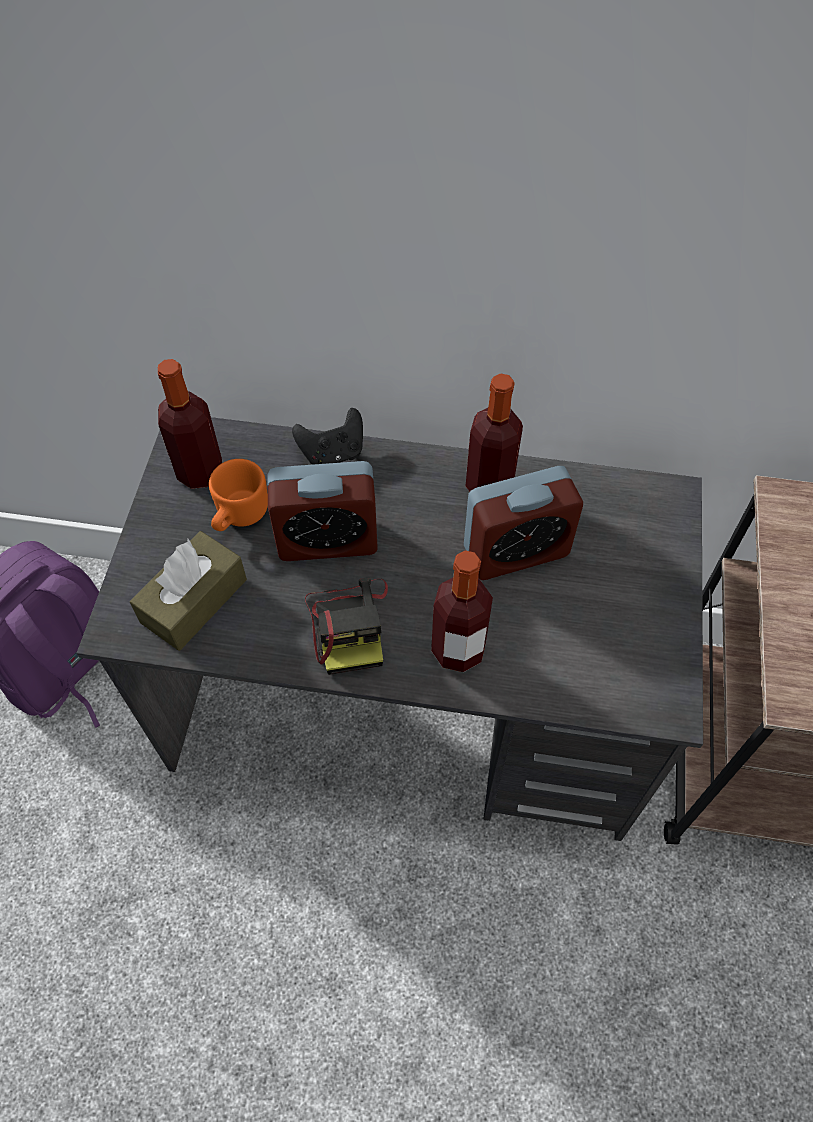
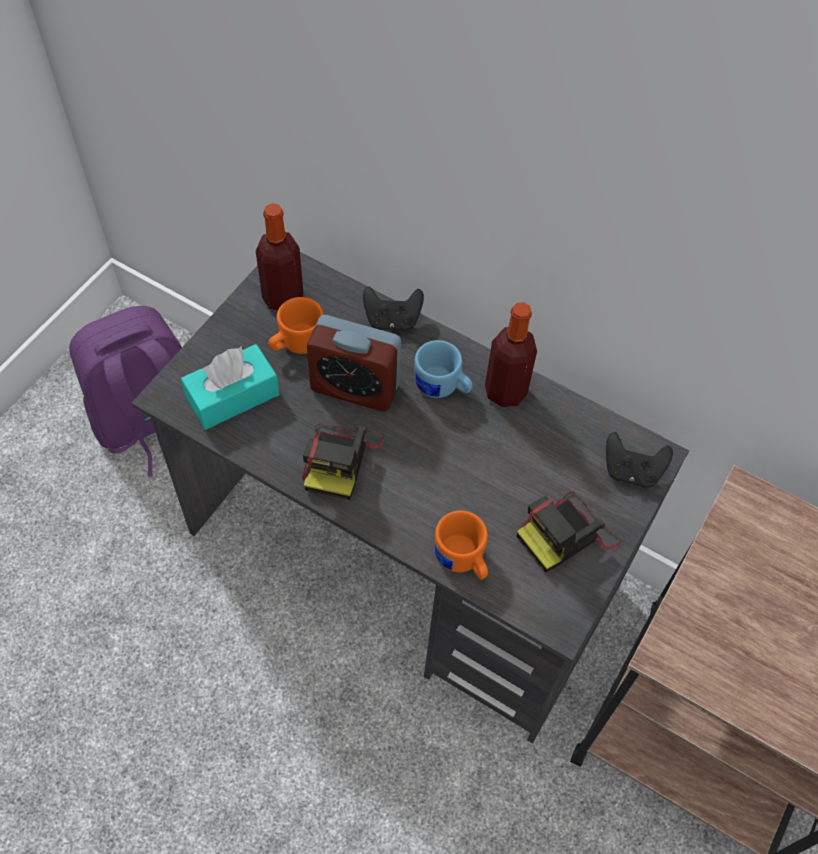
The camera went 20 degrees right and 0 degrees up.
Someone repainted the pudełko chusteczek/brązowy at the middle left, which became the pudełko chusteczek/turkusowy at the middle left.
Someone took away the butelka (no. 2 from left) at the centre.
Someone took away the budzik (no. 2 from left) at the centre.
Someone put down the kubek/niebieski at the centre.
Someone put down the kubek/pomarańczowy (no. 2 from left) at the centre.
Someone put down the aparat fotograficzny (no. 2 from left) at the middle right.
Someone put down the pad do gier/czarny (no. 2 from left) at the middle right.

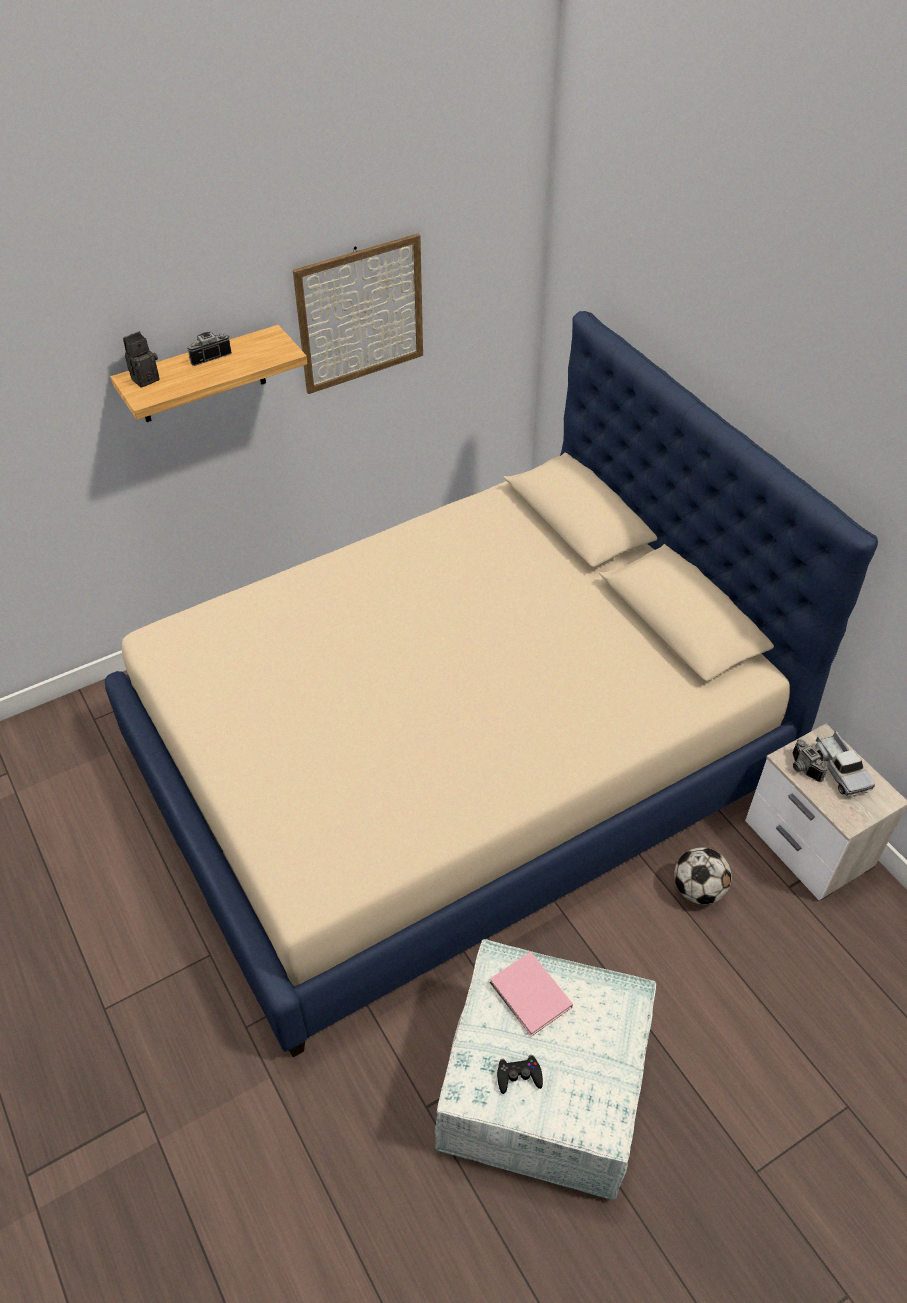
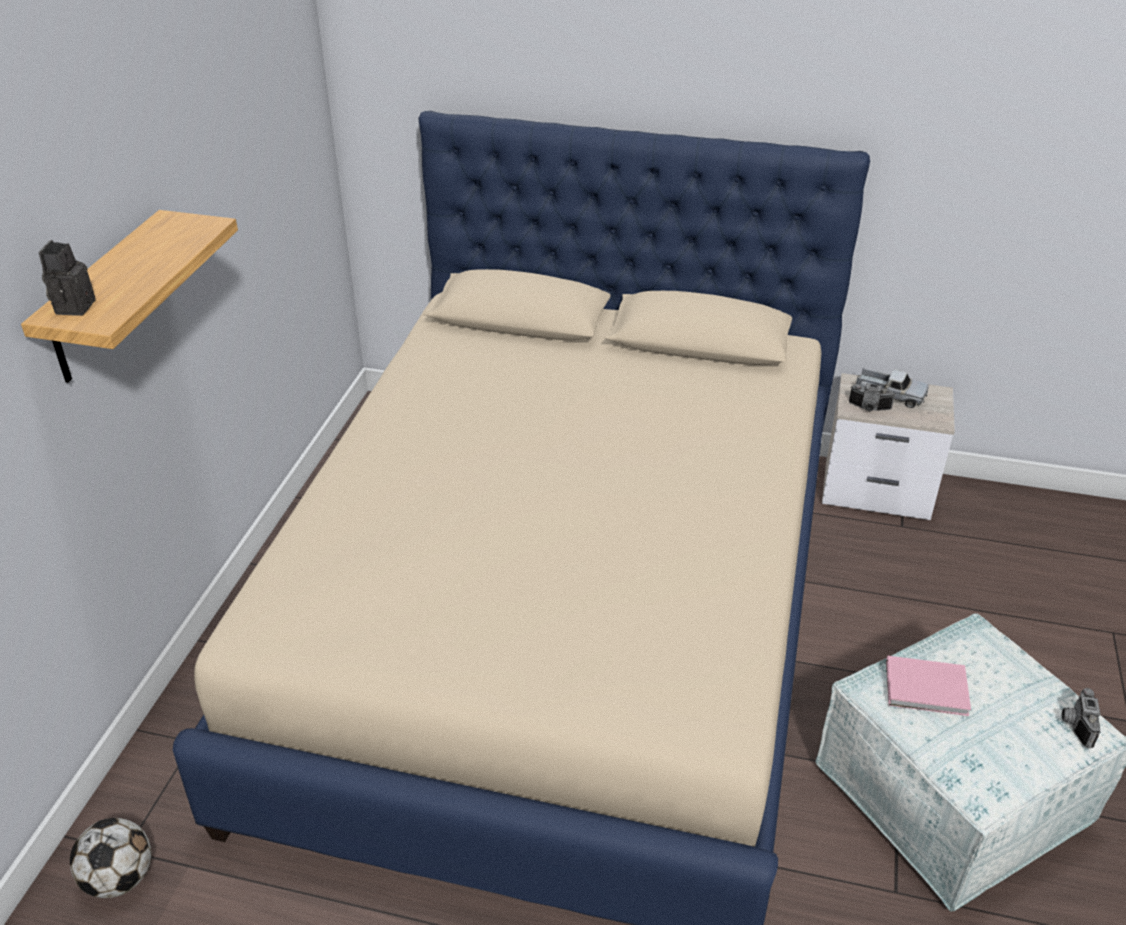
The camera went 45 degrees left and 10 degrees down.
Someone carried the aparat fotograficzny (no. 2 from left in the first image) from the top left to the bottom right.
Someone took away the obraz at the top centre.
Someone took away the pad do gier/czarny at the bottom centre.
Someone carried the piłka futbolowa from the bottom right to the bottom left.

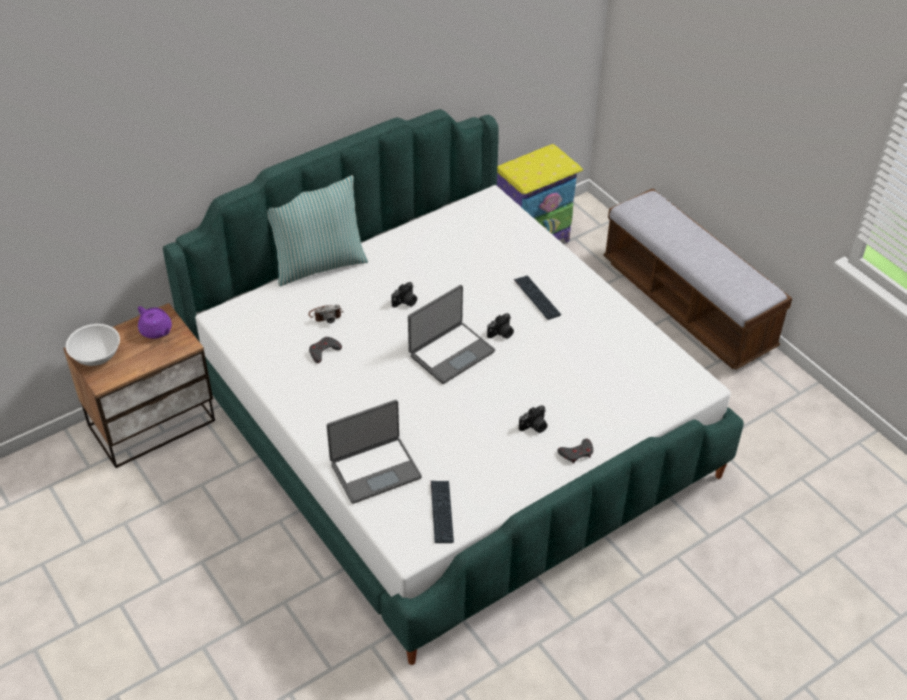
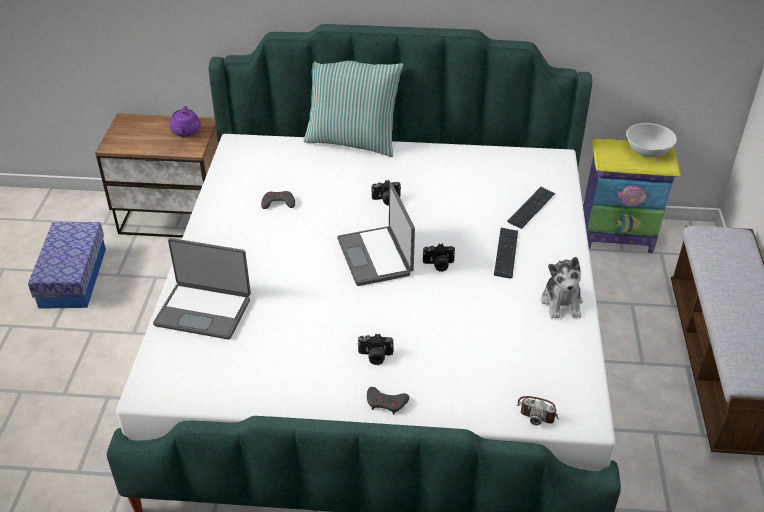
The camera went 40 degrees right and 5 degrees down.
Someone carried the miska/biały from the middle left to the top right.
Someone carried the aparat fotograficzny (no. 1 from left in the first image) from the centre to the bottom right.
Someone rotated the laptop (no. 2 from left) at the centre by 75 degrees clockwise.
Someone carried the klawiatura (no. 1 from left in the first image) from the bottom centre to the middle right.
Someone put down the pojemnik do przechowywania at the middle left.
Someone put down the pluszak at the middle right.

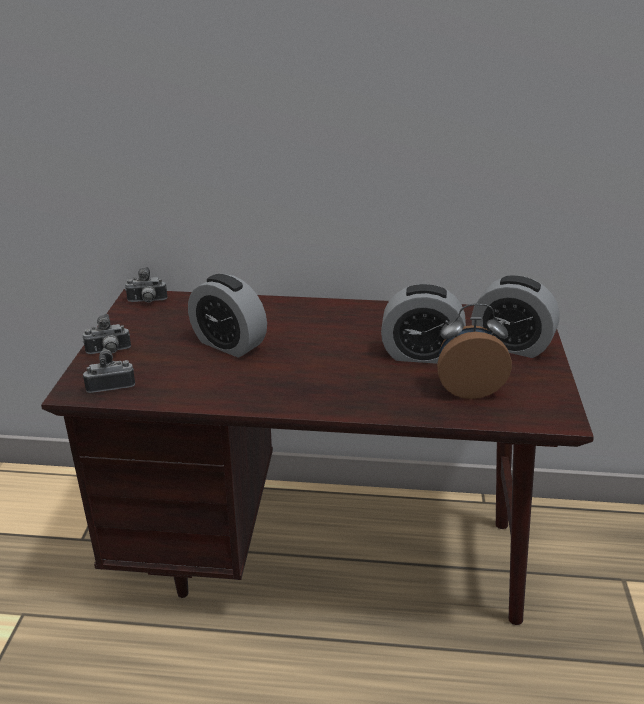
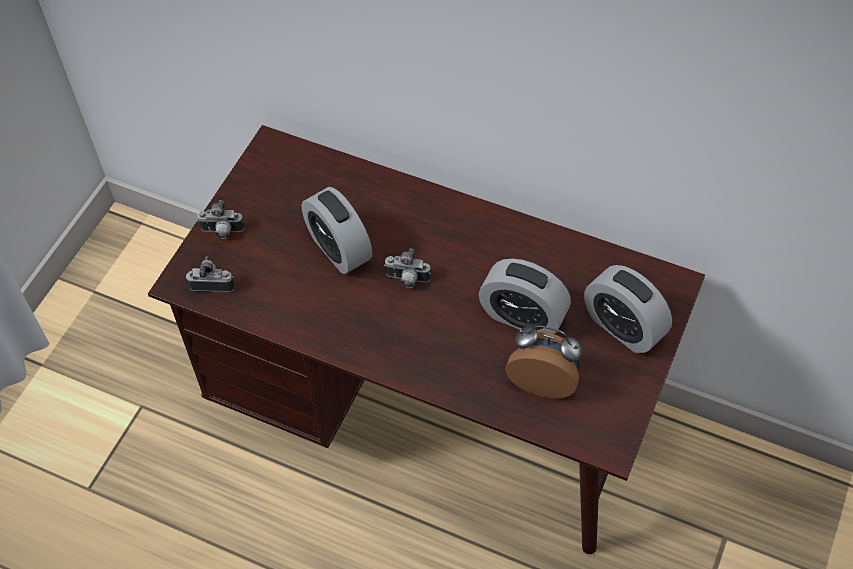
The camera went 20 degrees right and 25 degrees up.
Someone carried the aparat fotograficzny (no. 3 from left) from the middle left to the centre.

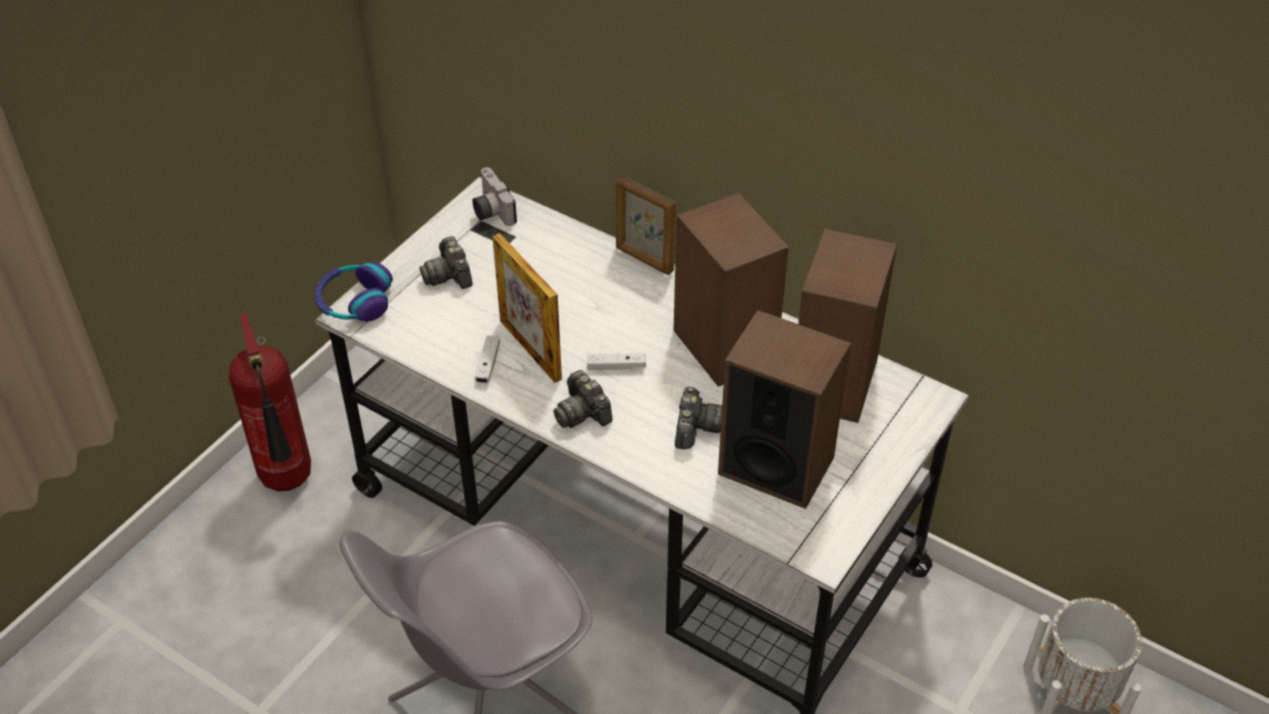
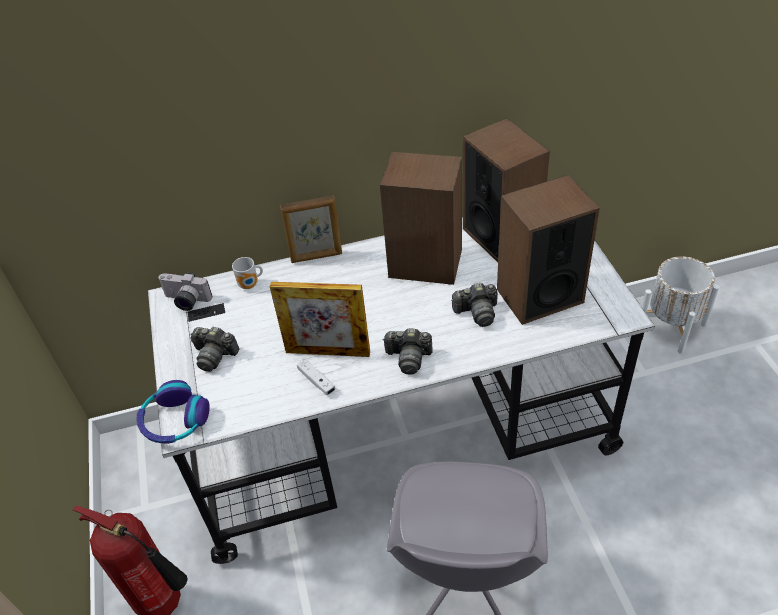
The camera went 45 degrees left and 0 degrees up.
Someone took away the pad do gier/biały (no. 2 from left) at the centre.
Someone rotated the aparat fotograficzny (no. 4 from left) at the centre by 120 degrees clockwise.
Someone put down the kubek at the middle left.

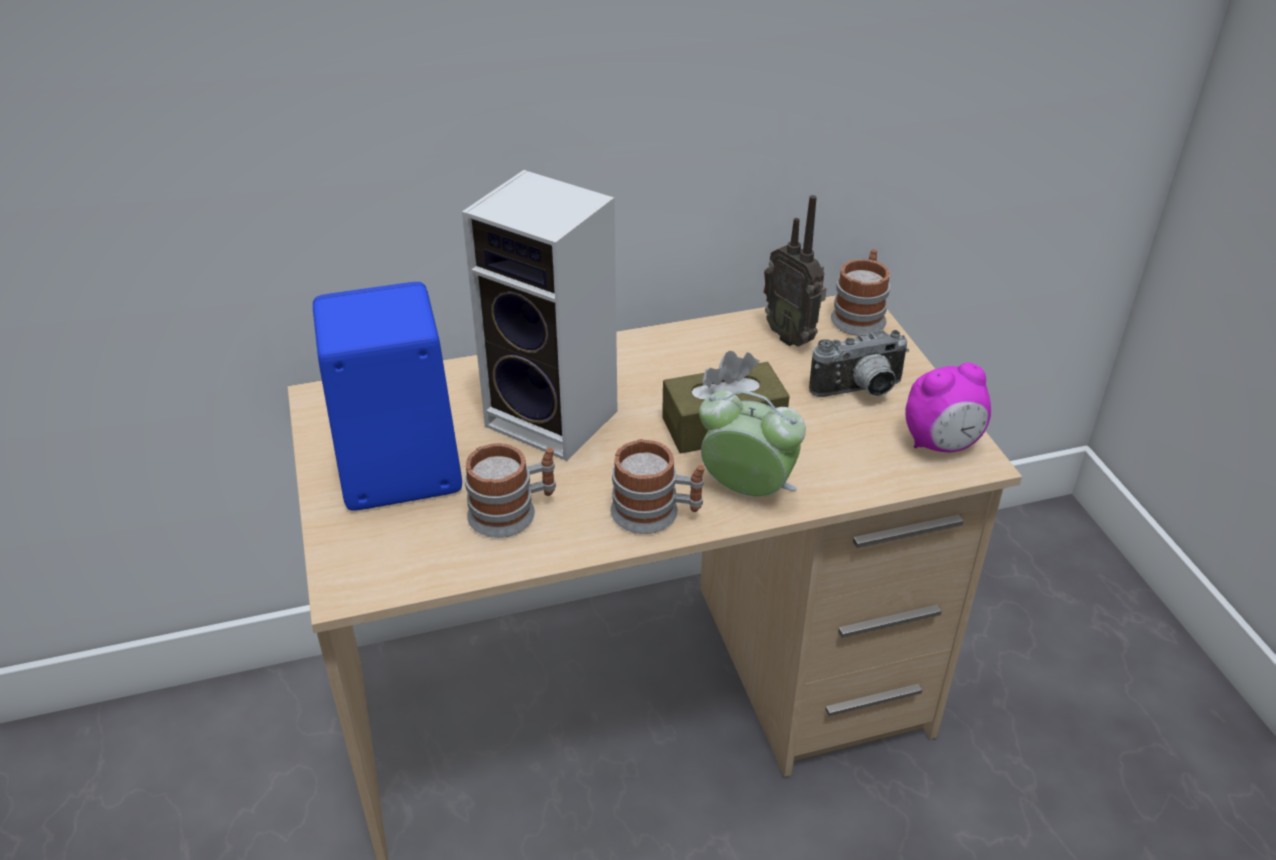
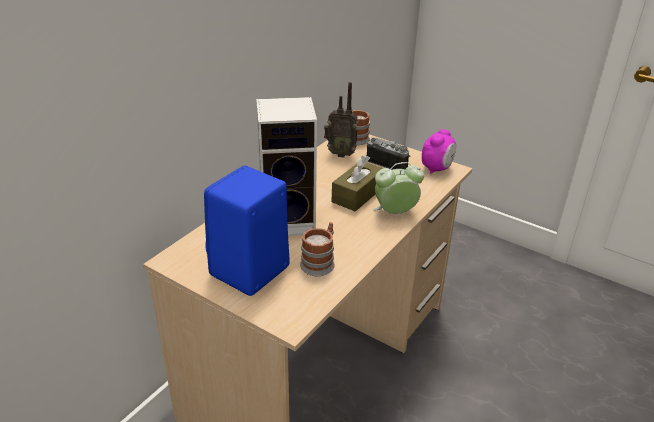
The camera went 40 degrees left and 5 degrees down.
Someone took away the kubek (no. 2 from left) at the centre.
Someone rotated the aparat fotograficzny at the middle right by 90 degrees counterclockwise.

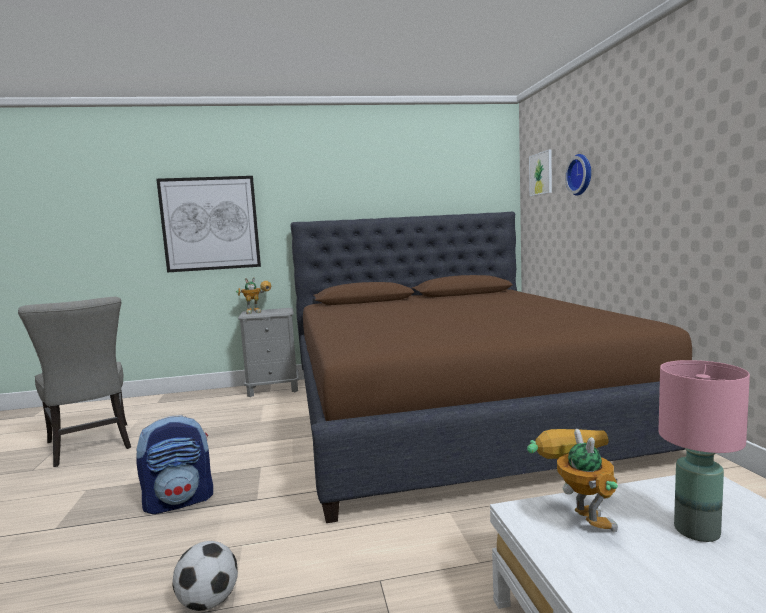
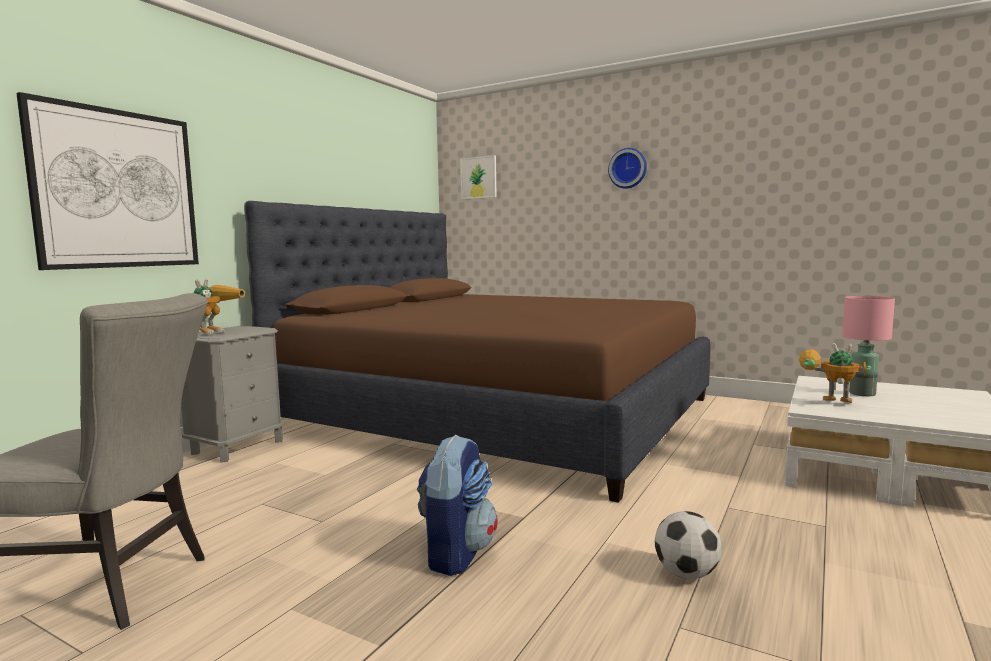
The camera went 50 degrees left and 0 degrees up.
Someone carried the zegar ścienny from the top right to the top centre.

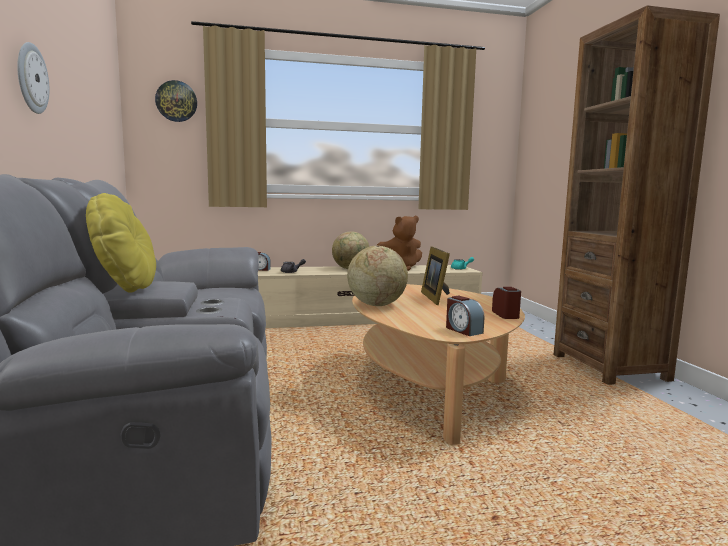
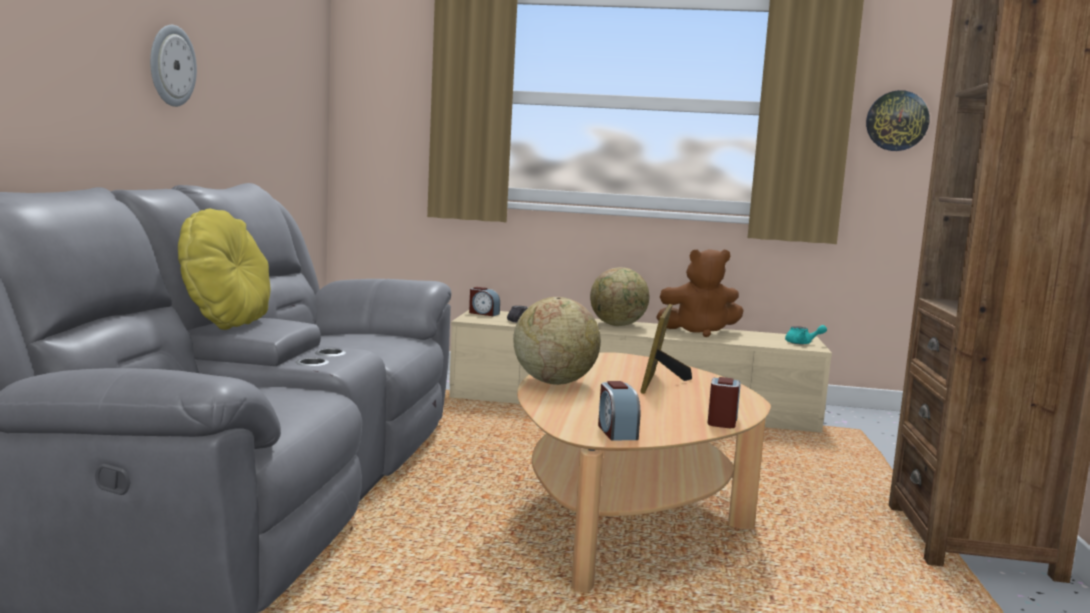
The camera went 20 degrees right and 0 degrees up.
Someone carried the zegar ścienny (no. 2 from left) from the top left to the top right.

